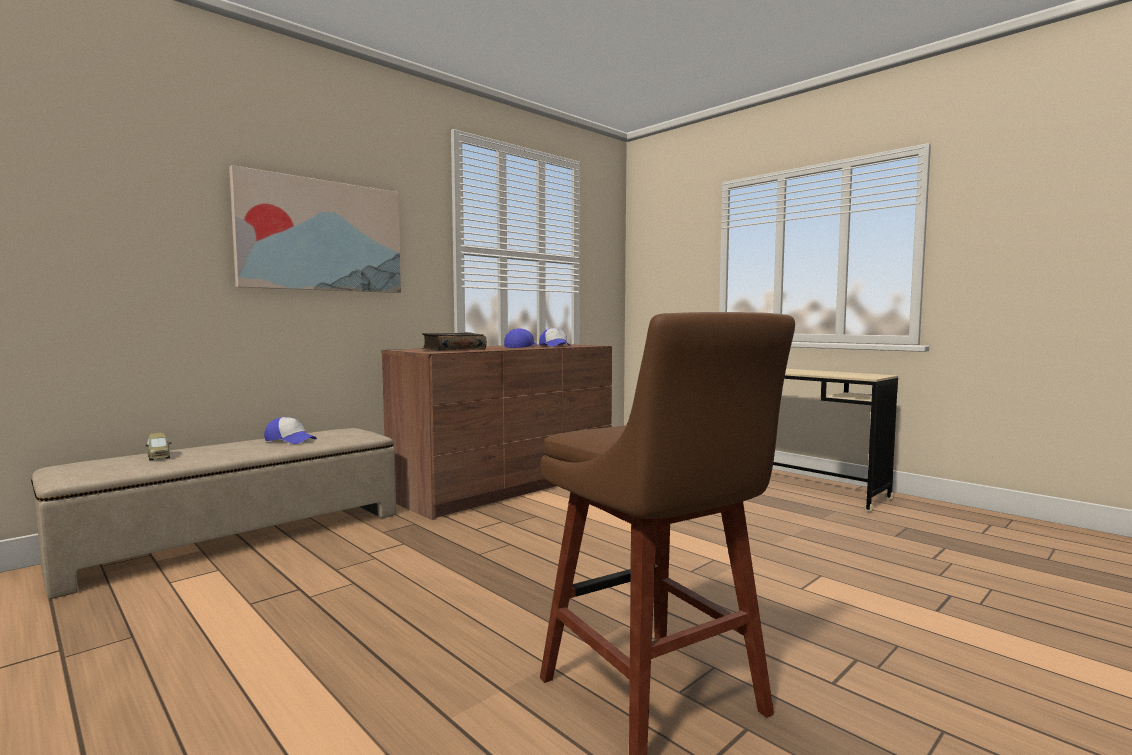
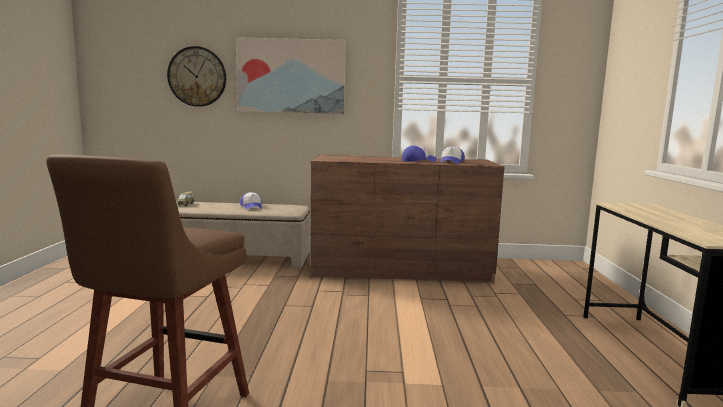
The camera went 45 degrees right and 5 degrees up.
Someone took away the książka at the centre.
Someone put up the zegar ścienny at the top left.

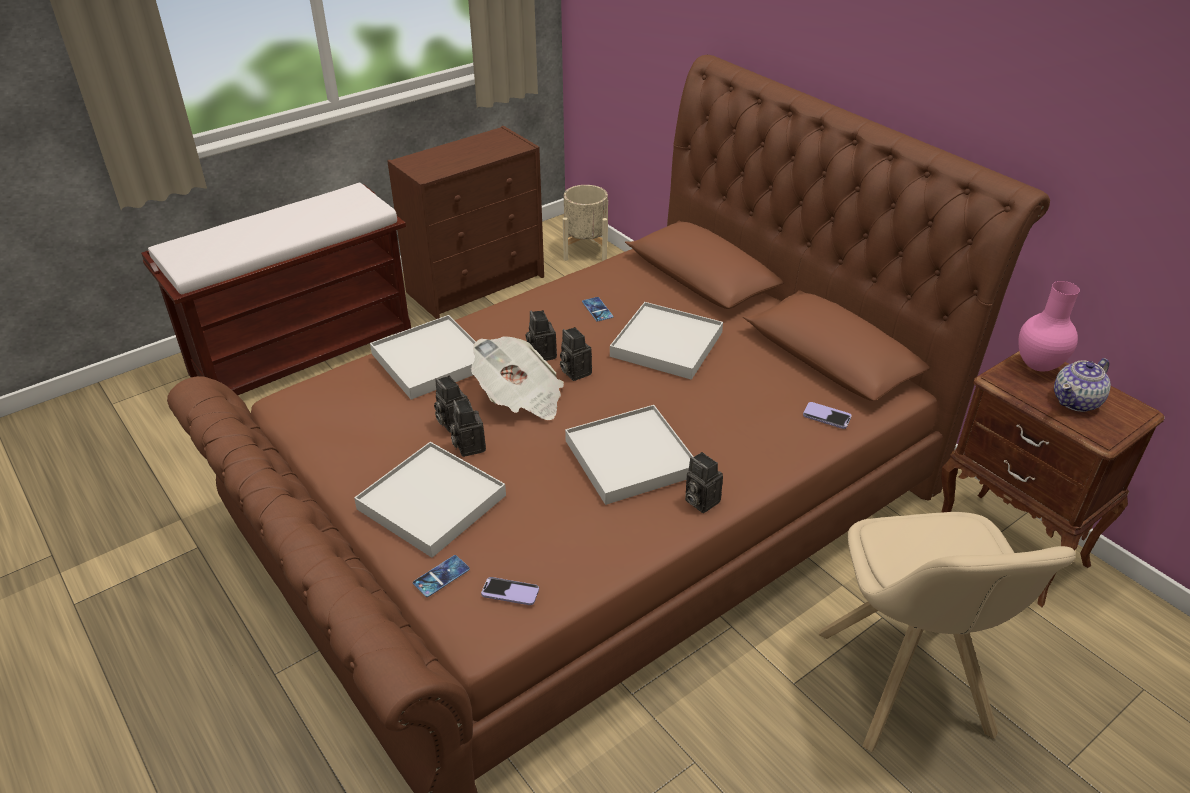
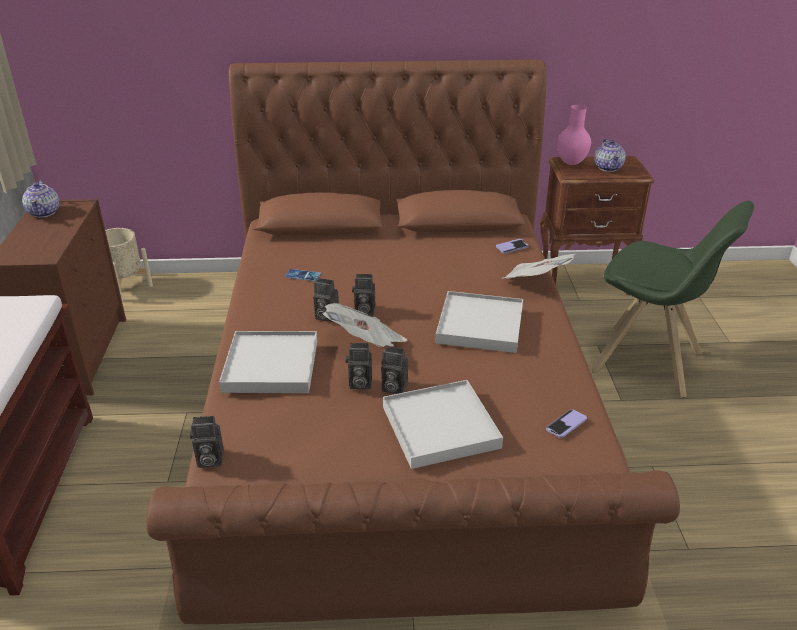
The camera went 55 degrees left and 5 degrees down.
Someone took away the telefon (no. 1 from left) at the bottom centre.
Someone took away the taca/biały (no. 4 from left) at the centre.
Someone carried the aparat fotograficzny (no. 5 from left in the first image) from the centre to the bottom left.
Someone repainted the krzesło/beżowy at the bottom right, which became the krzesło/zielony at the middle right.
Someone put down the imbryk (no. 1 from left) at the top left.
Someone put down the gazeta (no. 2 from left) at the middle right.

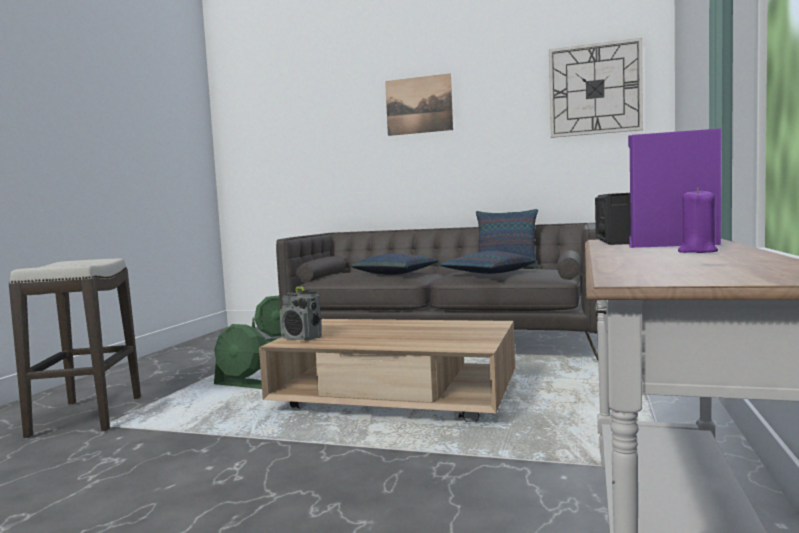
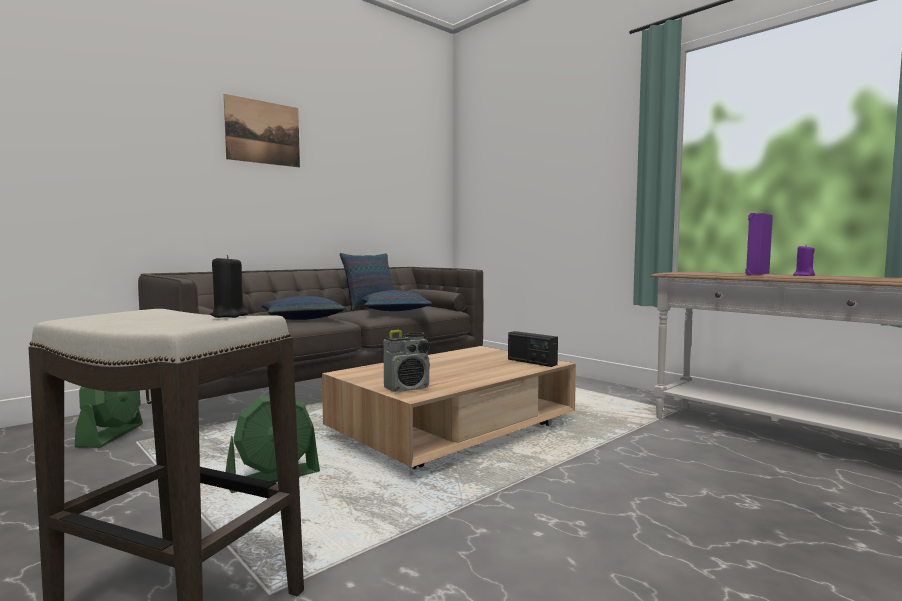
The camera went 60 degrees left and 0 degrees up.
Someone took away the zegar ścienny at the top right.
Someone carried the radio (no. 2 from left) from the middle right to the centre.
Someone put down the świeca/czarny at the middle left.

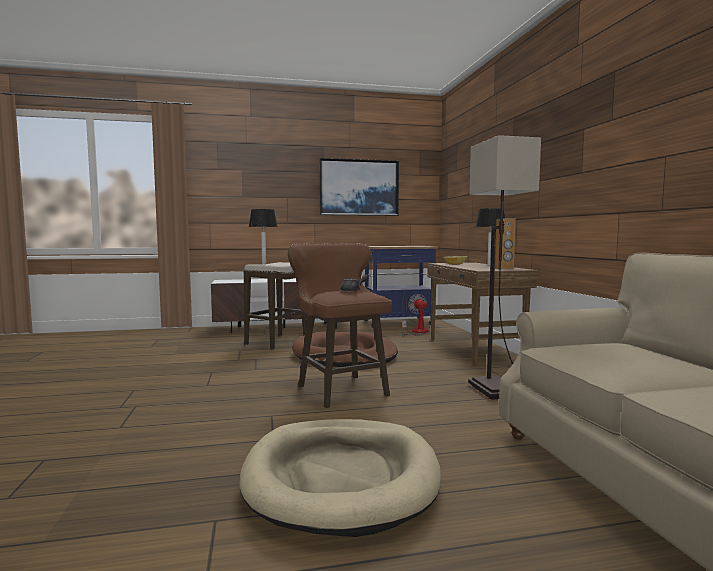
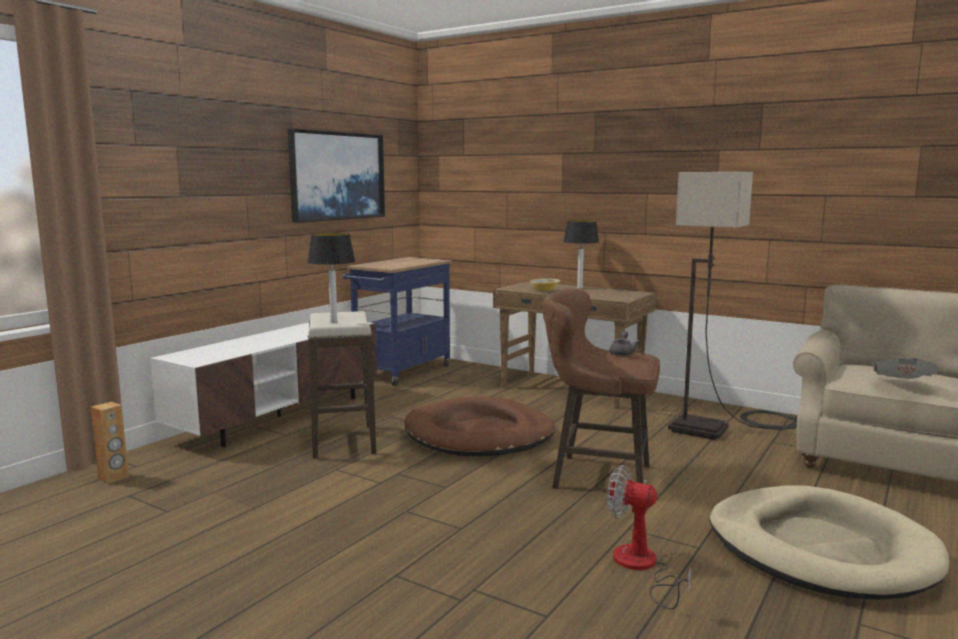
The camera went 45 degrees left and 5 degrees up.
Someone carried the wentylator from the centre to the bottom right.
Someone carried the głośnik/brązowy from the middle right to the bottom left.
Someone put down the gazeta at the middle right.

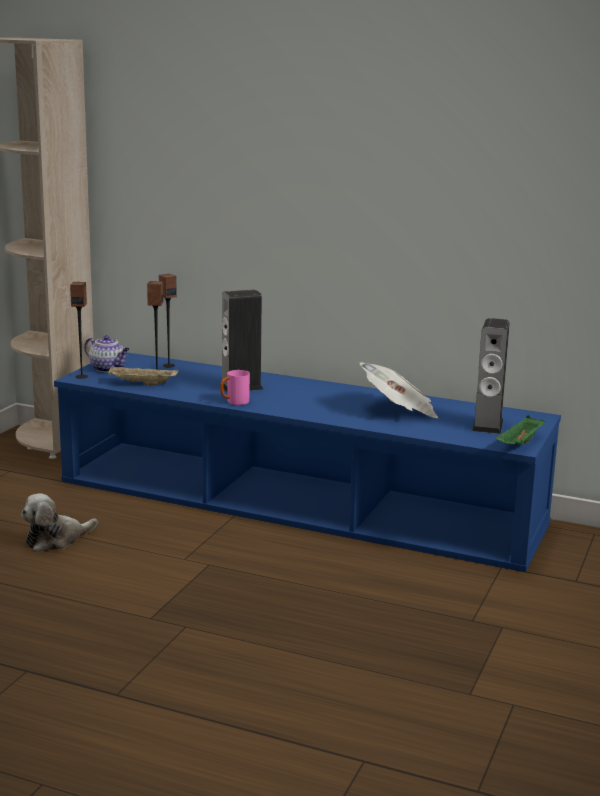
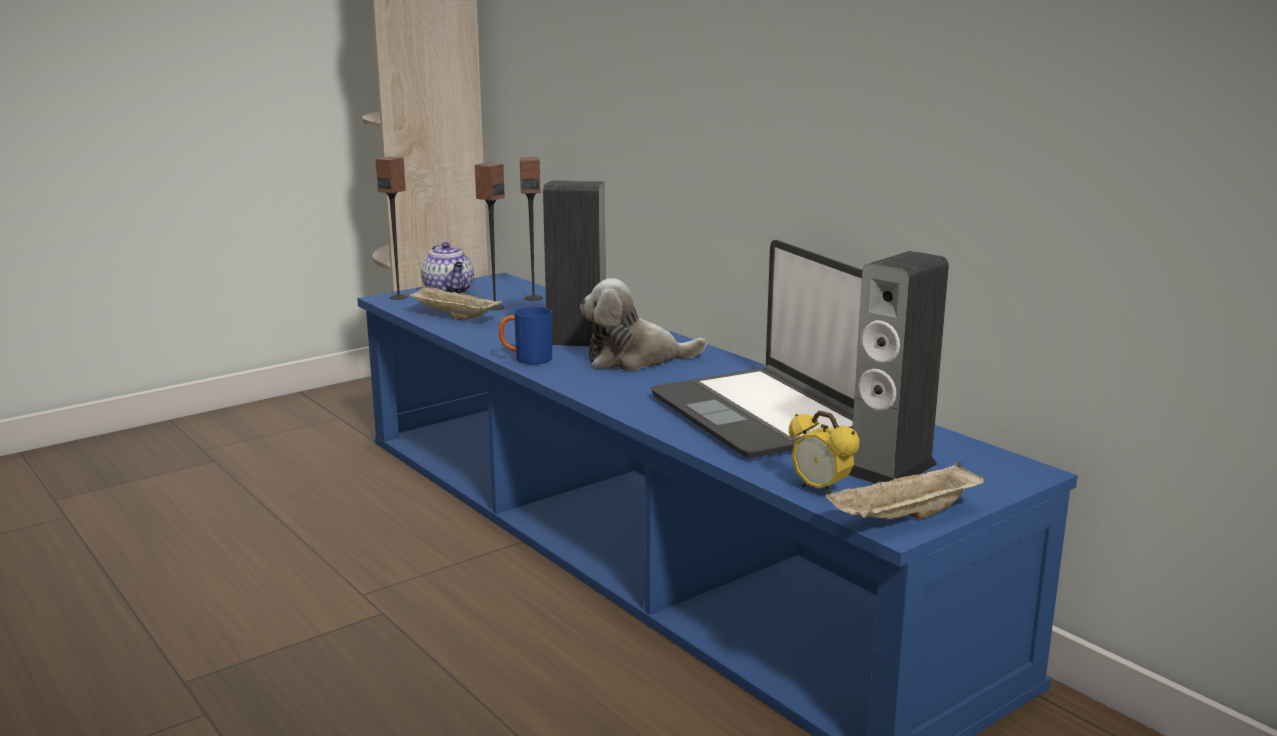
The camera went 30 degrees right and 0 degrees up.
Someone carried the pluszak from the middle left to the centre.
Someone repainted the kubek/różowy at the centre, which became the kubek/niebieski at the centre.
Someone swapped the gazeta at the centre for the laptop at the centre.
Someone repainted the taca/zielony at the middle right, which became the taca/beżowy (no. 2 from left) at the bottom right.
Someone put down the budzik at the centre.

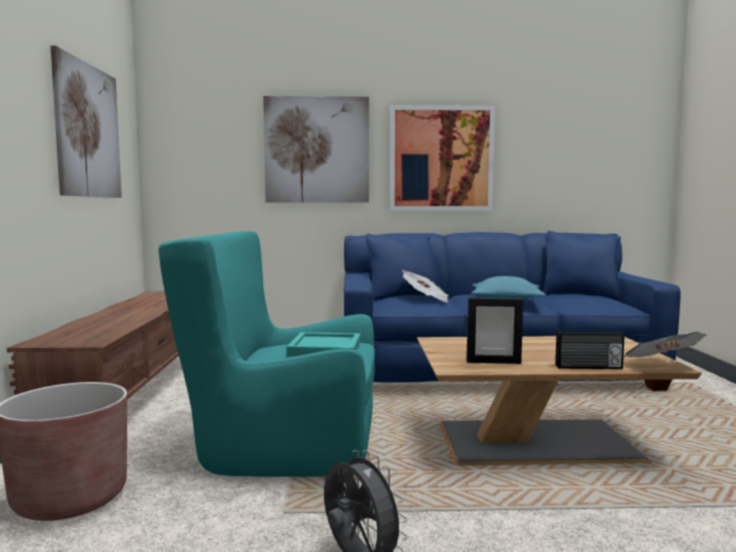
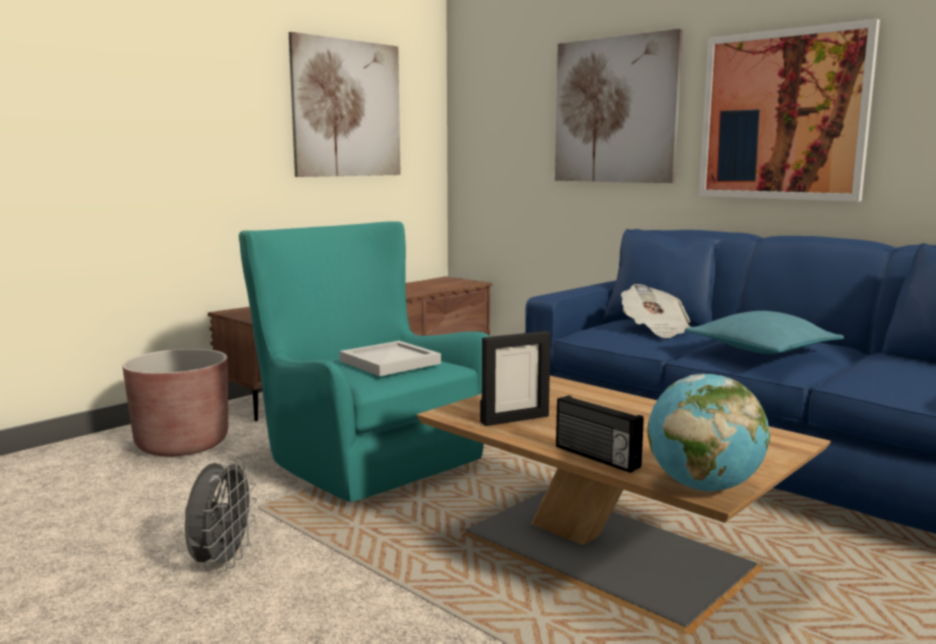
The camera went 45 degrees right and 5 degrees up.
Someone repainted the taca/turkusowy at the centre, which became the taca/biały at the centre.
Someone rotated the ramka na zdjęcie at the middle right by 75 degrees counterclockwise.
Someone swapped the gazeta (no. 2 from left) at the middle right for the globus at the bottom right.

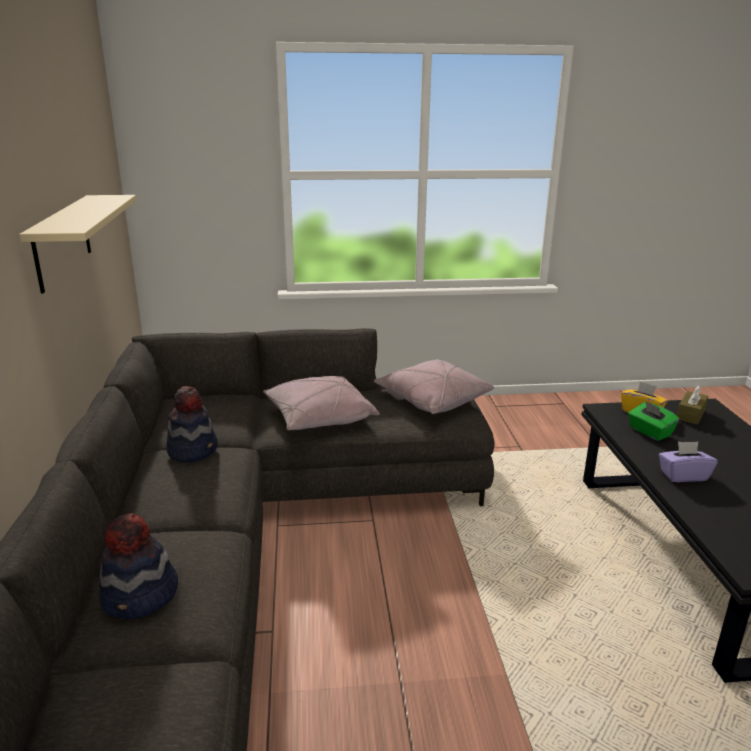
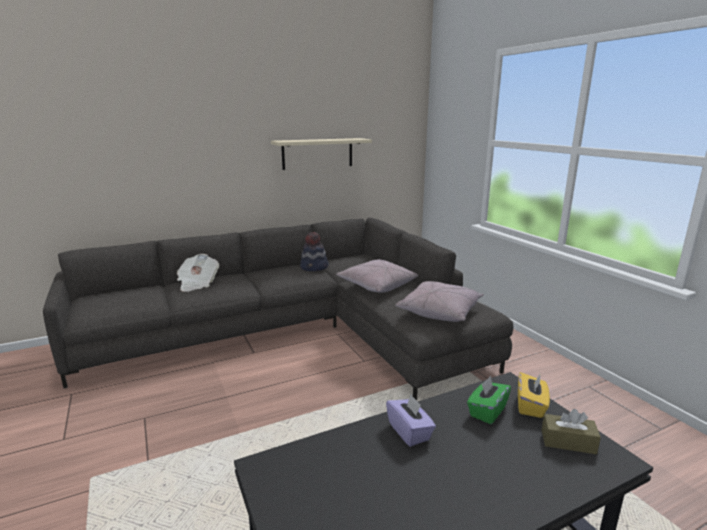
The camera went 70 degrees right and 5 degrees down.
Someone swapped the kapelusz (no. 1 from left) at the bottom left for the gazeta at the middle left.

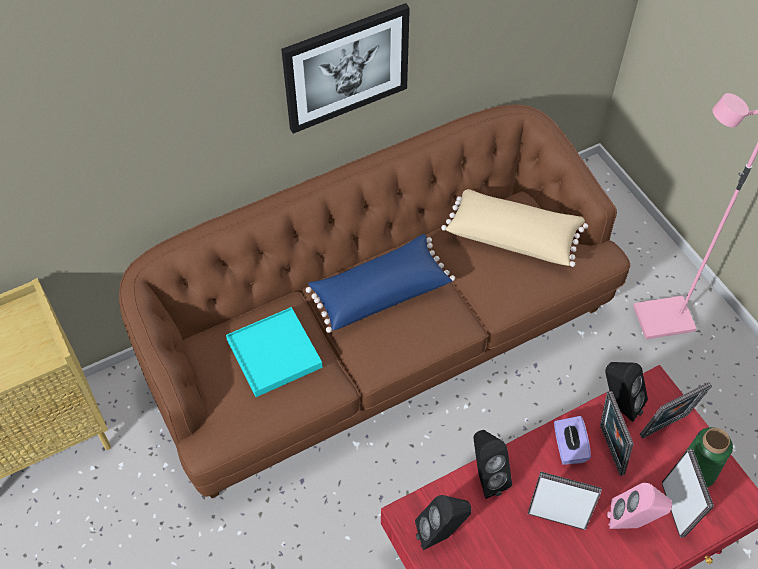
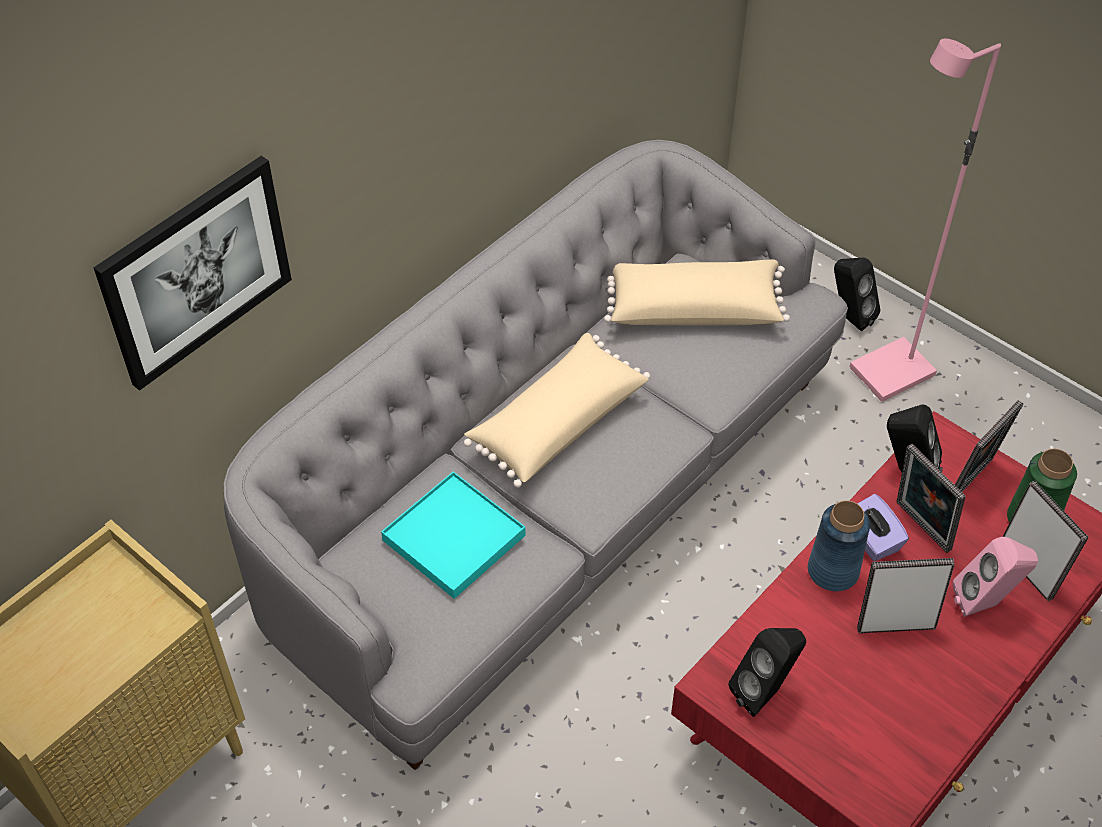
The camera went 20 degrees left and 5 degrees down.
Someone repainted the kanapa/brązowy at the centre, which became the kanapa/szary at the centre.
Someone carried the obraz from the top centre to the top left.
Someone repainted the poduszka/niebieski at the centre, which became the poduszka/beżowy (no. 1 from left) at the centre.
Someone carried the głośnik/czarny (no. 2 from left) from the bottom centre to the middle right.
Someone put down the wazon/niebieski at the middle right.

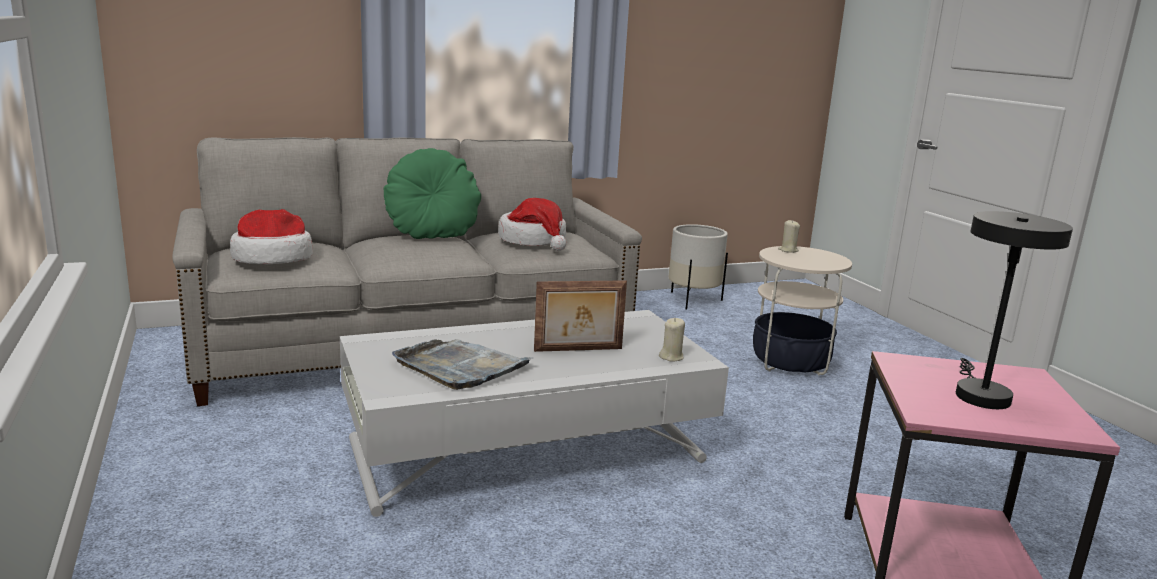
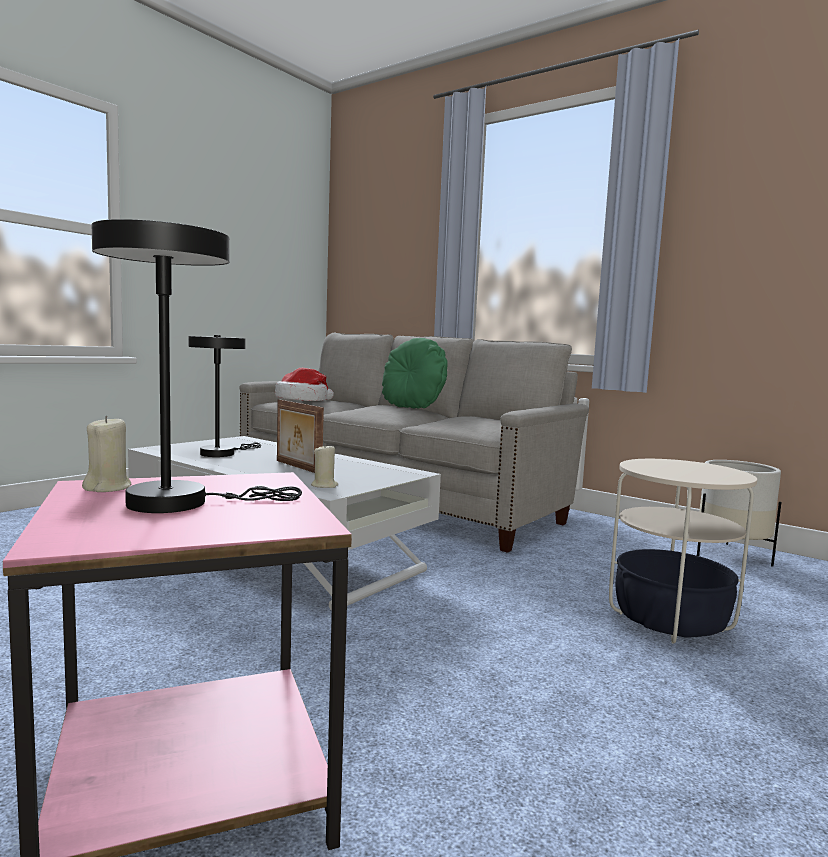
The camera went 60 degrees right and 10 degrees down.
Someone swapped the taca/szary at the centre for the lampa stołowa/czarny (no. 2 from left) at the middle left.
Someone took away the kapelusz (no. 2 from left) at the centre.
Someone carried the świeca/beżowy (no. 2 from left in the first image) from the middle right to the middle left.

